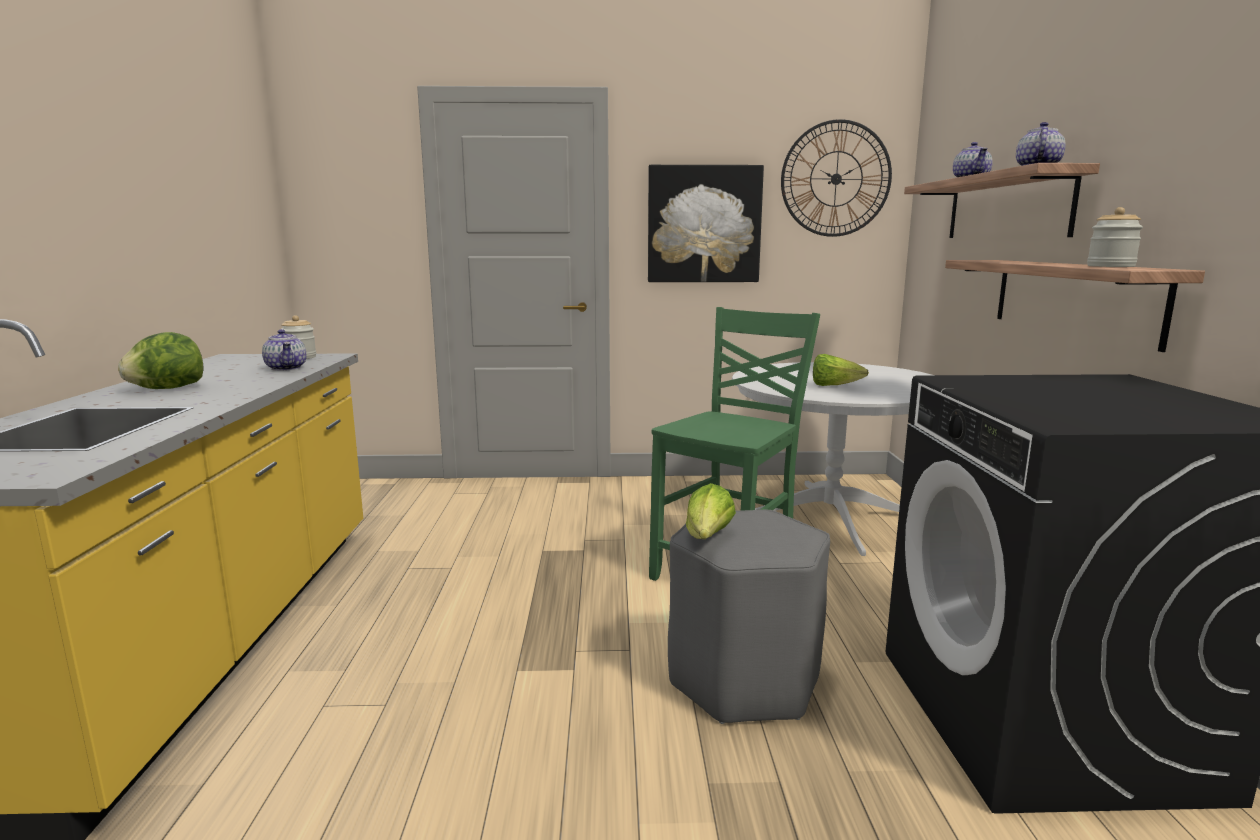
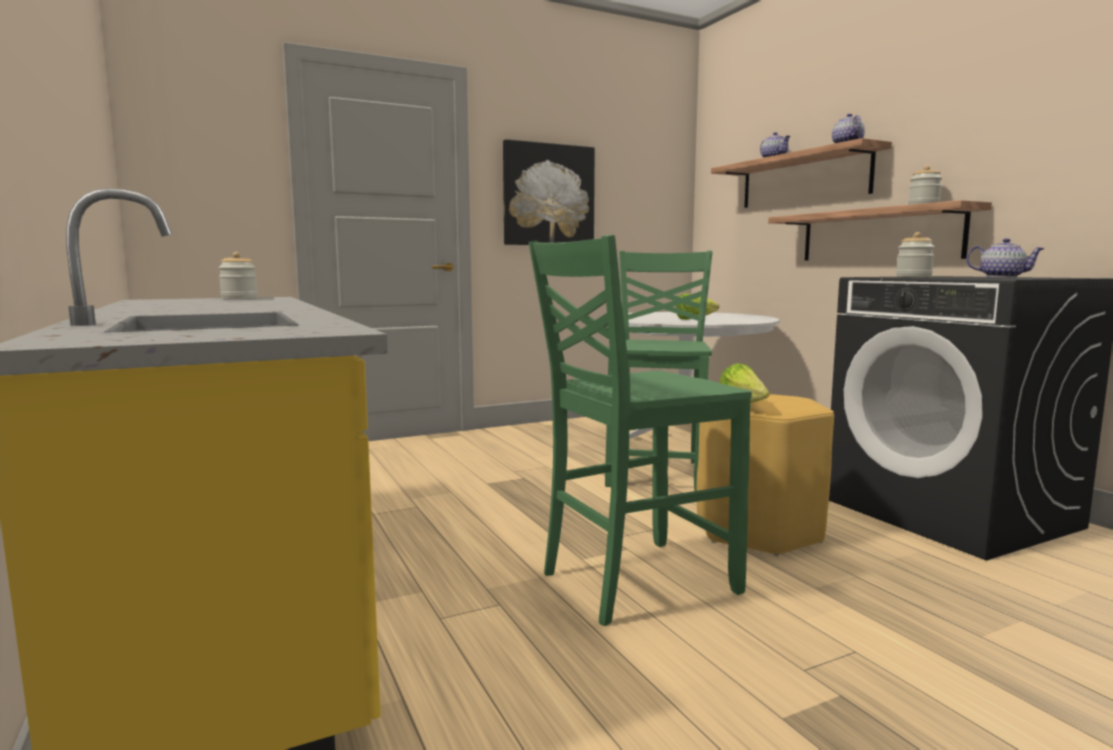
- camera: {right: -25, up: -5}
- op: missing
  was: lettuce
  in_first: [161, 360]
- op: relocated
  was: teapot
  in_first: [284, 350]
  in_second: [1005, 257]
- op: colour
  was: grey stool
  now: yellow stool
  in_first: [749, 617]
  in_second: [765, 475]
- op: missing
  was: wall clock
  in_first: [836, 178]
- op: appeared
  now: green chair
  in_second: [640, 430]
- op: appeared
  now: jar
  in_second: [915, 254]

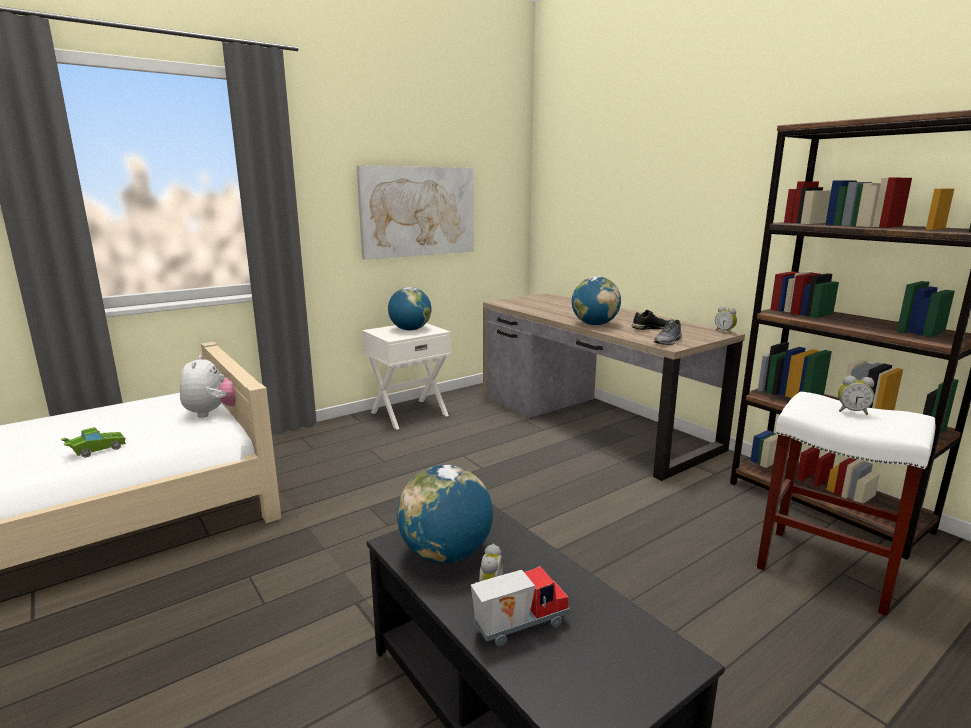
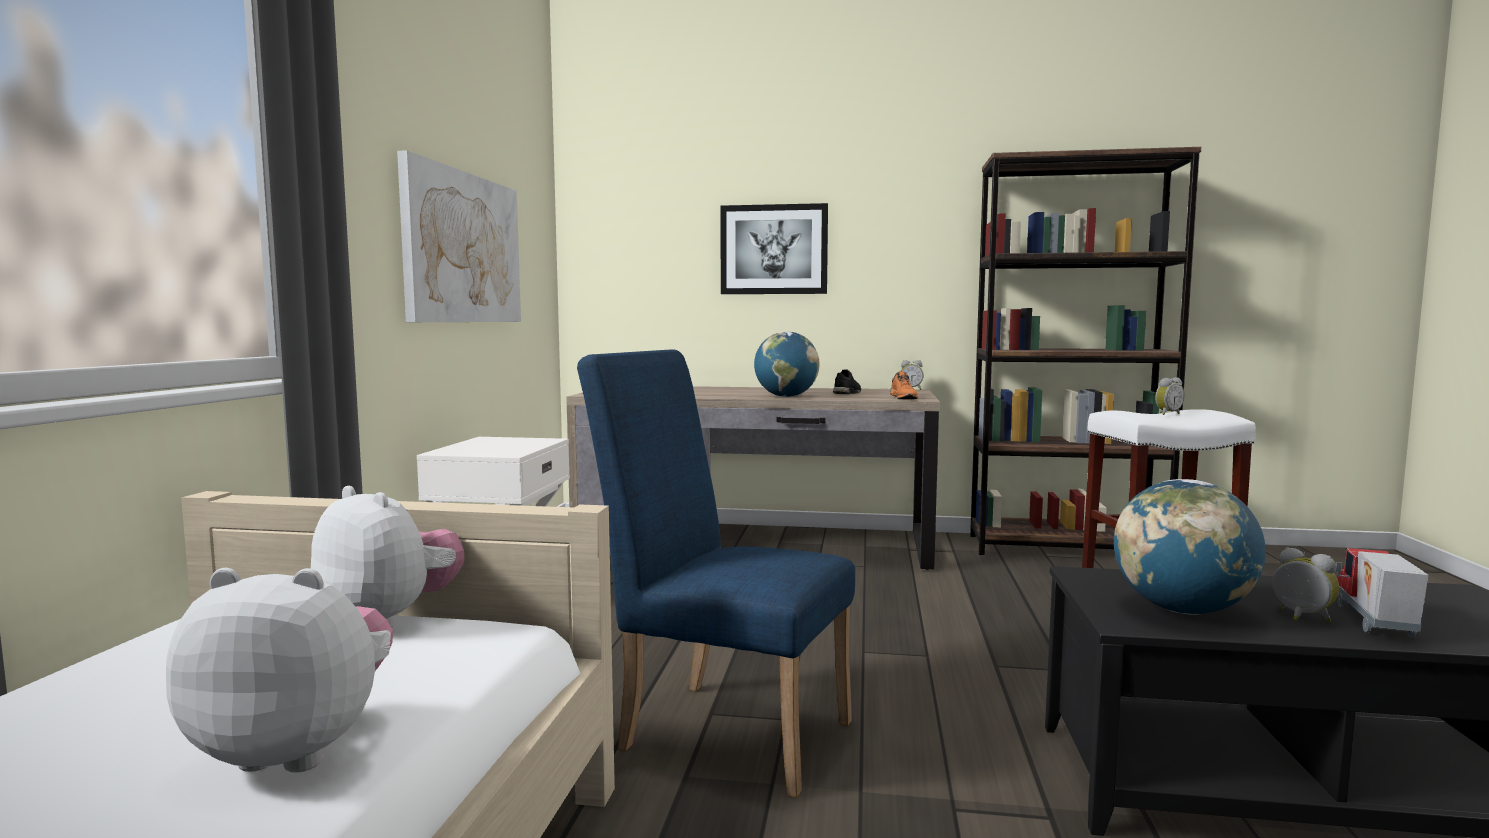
- camera: {right: -45, up: -10}
- op: exchanged
  was: green toy car
  now: plush toy
  in_first: [93, 442]
  in_second: [279, 670]
- op: missing
  was: globe
  in_first: [409, 309]
- op: colour
  was: grey shoe
  now: orange shoe
  in_first: [668, 332]
  in_second: [904, 385]
- op: appeared
  now: blue chair
  in_second: [716, 574]
- op: appeared
  now: picture
  in_second: [774, 248]

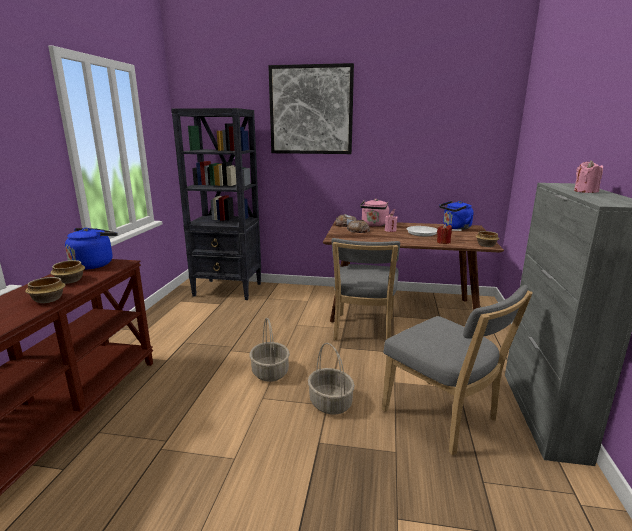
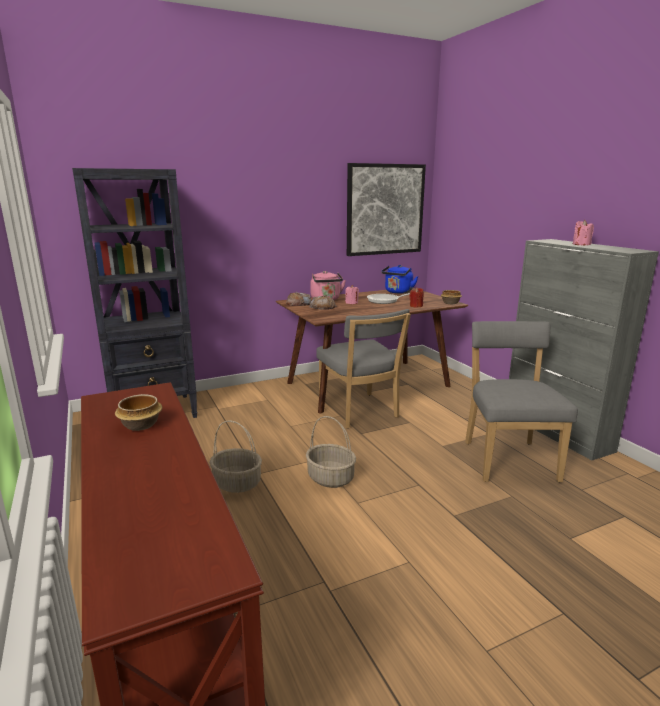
- camera: {right: -35, up: 0}
- op: missing
  was: bowl
  in_first: [45, 290]
- op: missing
  was: blue kettle
  in_first: [91, 248]
- op: relocated
  was: picture
  in_first: [311, 108]
  in_second: [386, 209]
- op: relocated
  was: basket
  in_first: [331, 379]
  in_second: [235, 456]
- op: spun
  was: grey chair
  in_first: [457, 370]
  in_second: [521, 401]
  clockwise: -105

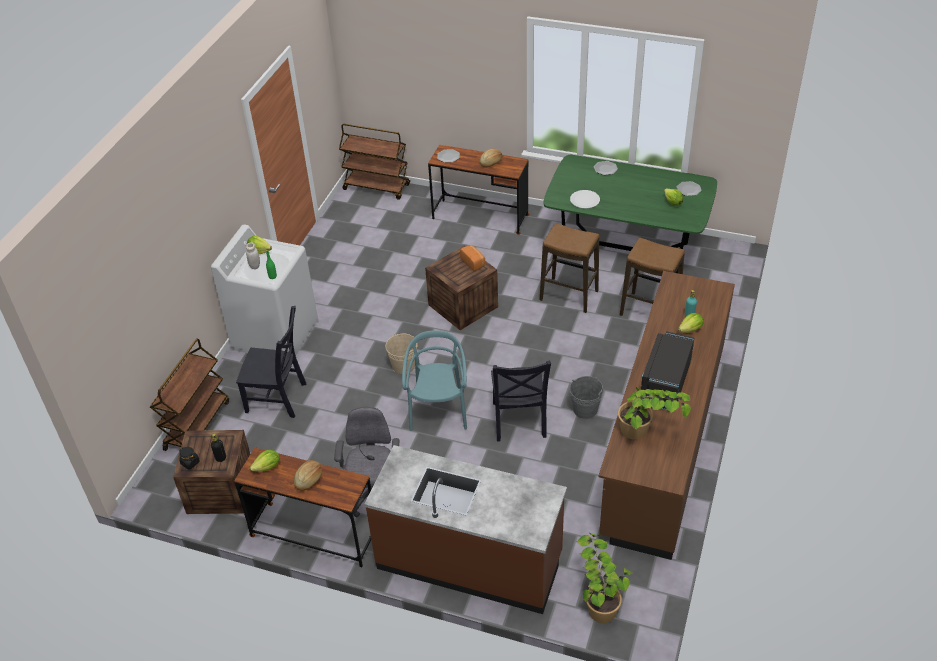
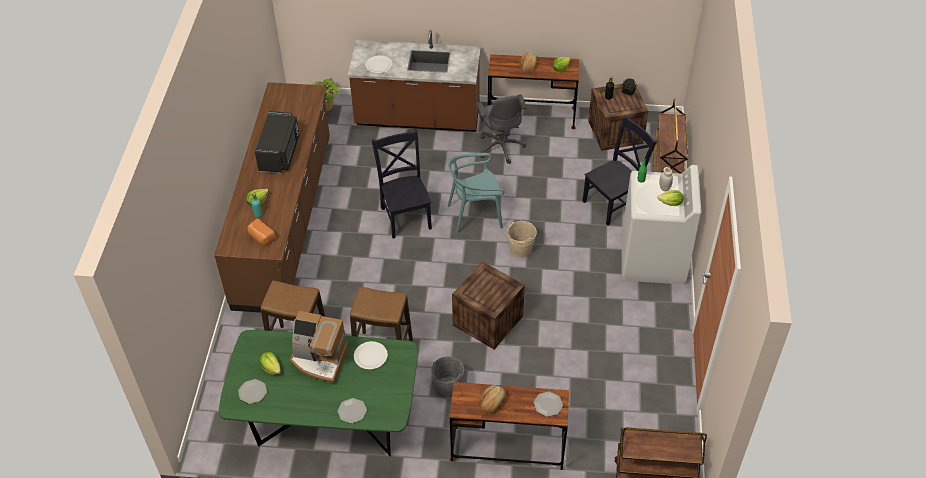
- camera: {right: 165, up: 5}
- op: spun
  was: black chair
  in_first: [271, 362]
  in_second: [619, 170]
  clockwise: 150
- op: spun
  was: turquoise chair
  in_first: [434, 381]
  in_second: [476, 193]
  clockwise: 90
- op: relocated
  was: bread
  in_first: [472, 258]
  in_second: [261, 232]
- op: relocated
  was: grey bucket
  in_first: [586, 397]
  in_second: [448, 376]
- op: missing
  was: potted plant
  in_first: [654, 413]
- op: appeared
  now: coffee machine
  in_second: [319, 347]
- op: appeared
  now: white plate
  in_second: [379, 64]

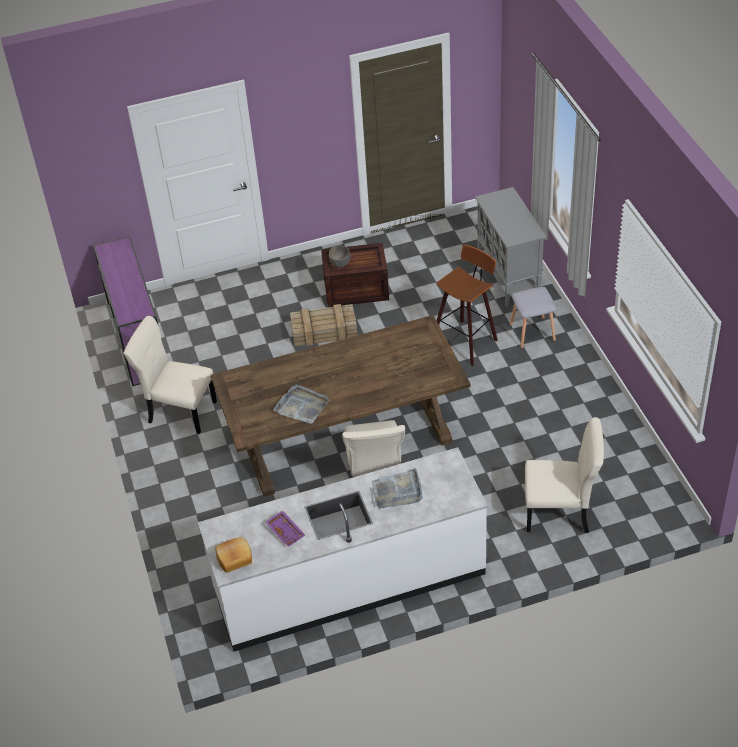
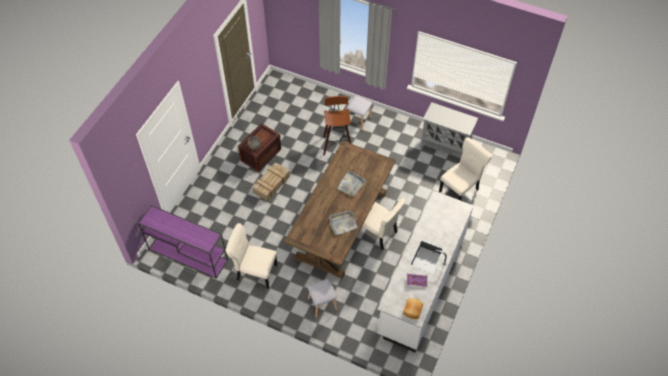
- camera: {right: -50, up: 10}
- op: spun
  was: beige chair
  in_first: [170, 375]
  in_second: [251, 256]
  clockwise: 45
- op: relocated
  was: grey tray
  in_first: [397, 488]
  in_second: [351, 183]
- op: relocated
  was: grey cabinet
  in_first: [510, 247]
  in_second: [449, 130]
- op: appeared
  now: grey stool
  in_second: [323, 298]

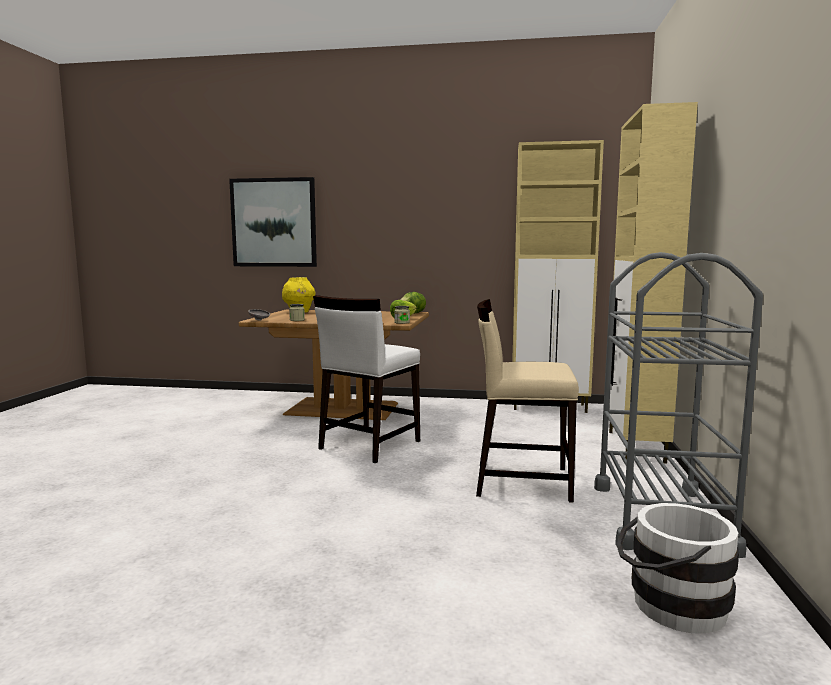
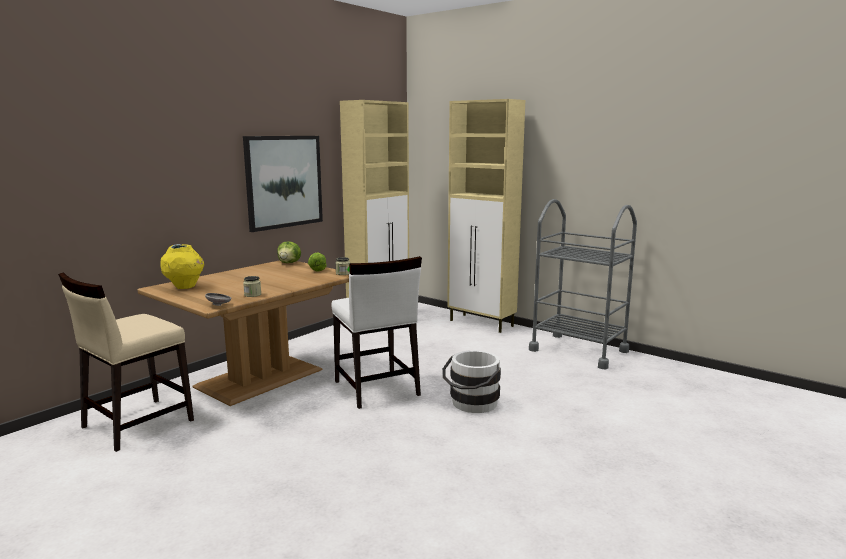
- camera: {right: -60, up: 5}
- op: relocated
  was: picture
  in_first: [273, 222]
  in_second: [283, 184]
- op: relocated
  was: beige chair
  in_first: [527, 401]
  in_second: [126, 362]
- op: relocated
  was: white bucket
  in_first: [677, 568]
  in_second: [472, 381]

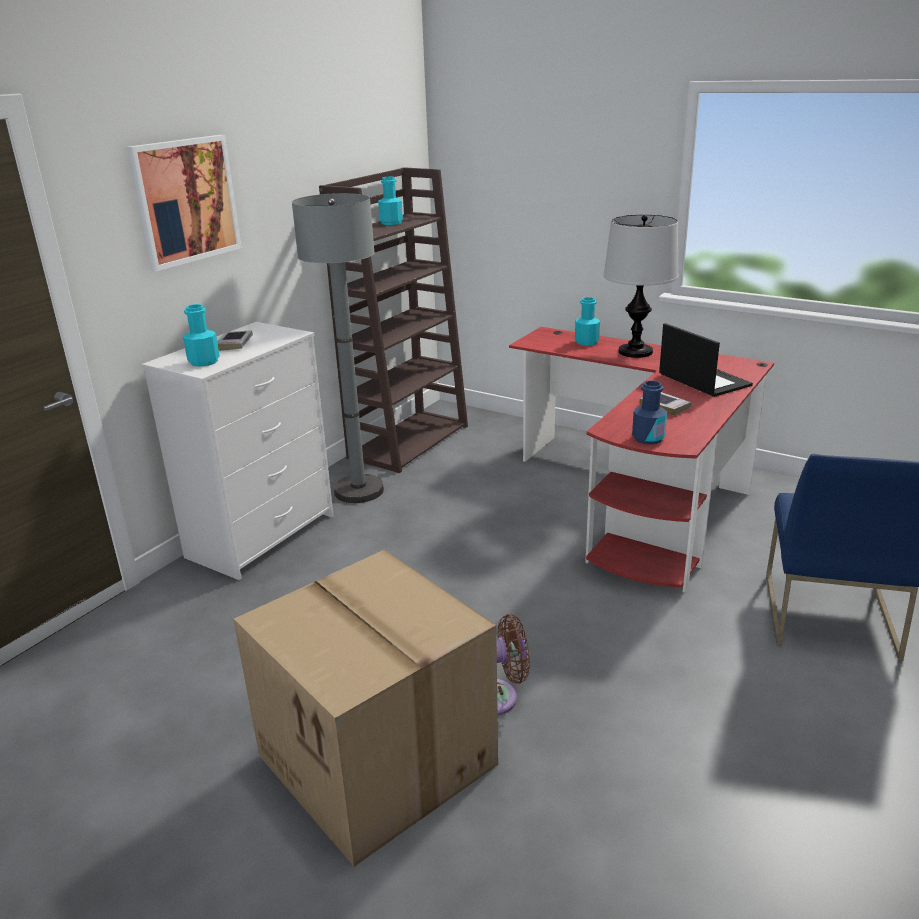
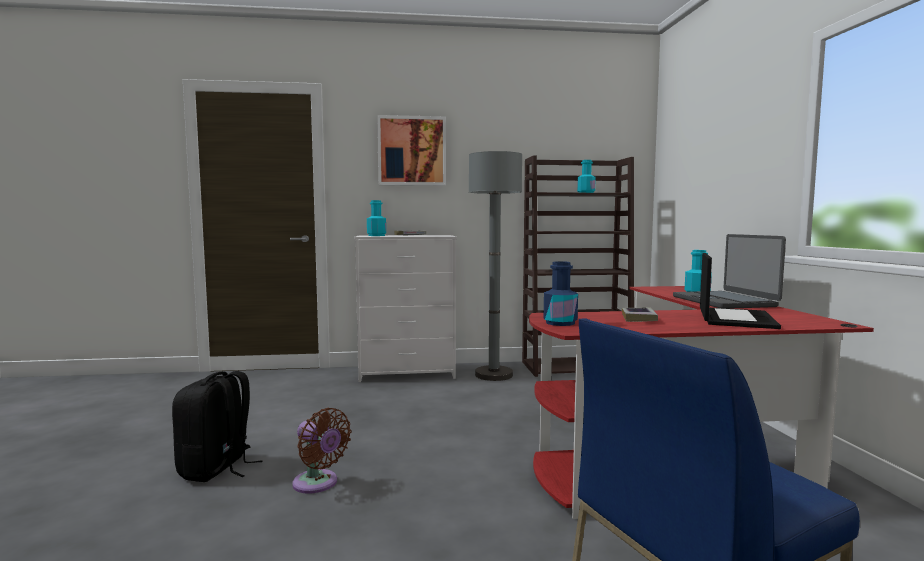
- camera: {right: 50, up: -20}
- op: exchanged
  was: cardboard box
  now: black backpack
  in_first: [366, 708]
  in_second: [217, 426]
- op: exchanged
  was: table lamp
  now: laptop
  in_first: [641, 286]
  in_second: [729, 271]

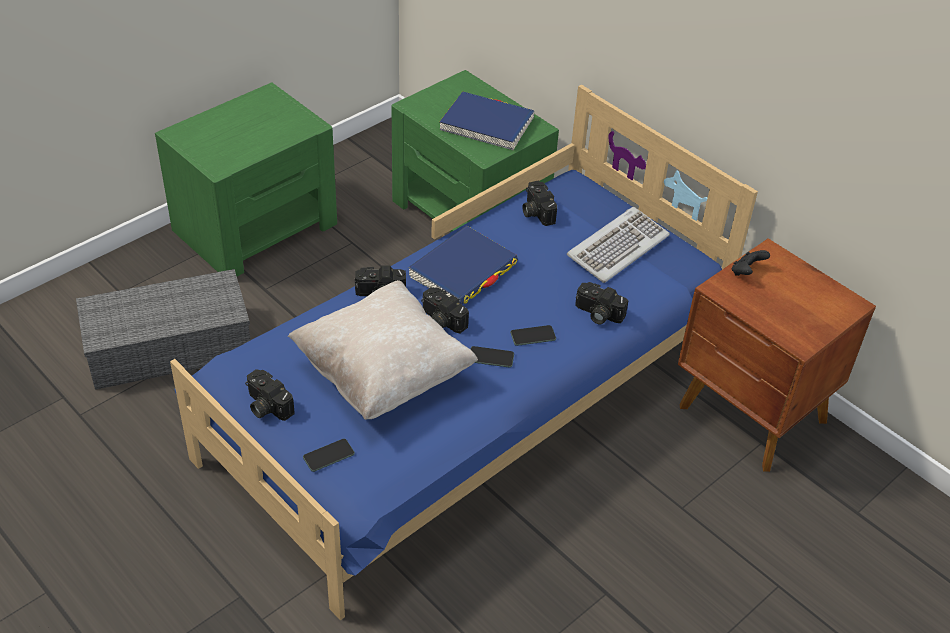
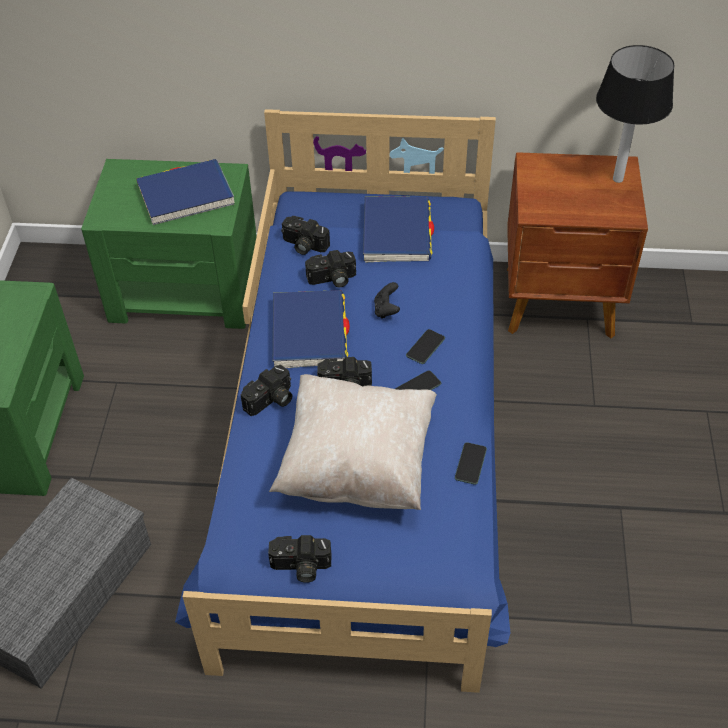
- camera: {right: -40, up: 5}
- op: relocated
  was: phone
  in_first: [329, 455]
  in_second: [471, 464]
- op: exchanged
  was: keyboard
  now: blue book
  in_first: [618, 245]
  in_second: [398, 229]
- op: relocated
  was: photo camera
  in_first: [601, 303]
  in_second: [330, 268]
- op: relocated
  was: black game controller
  in_first: [751, 263]
  in_second: [387, 300]
- op: appeared
  now: table lamp
  in_second: [635, 114]

